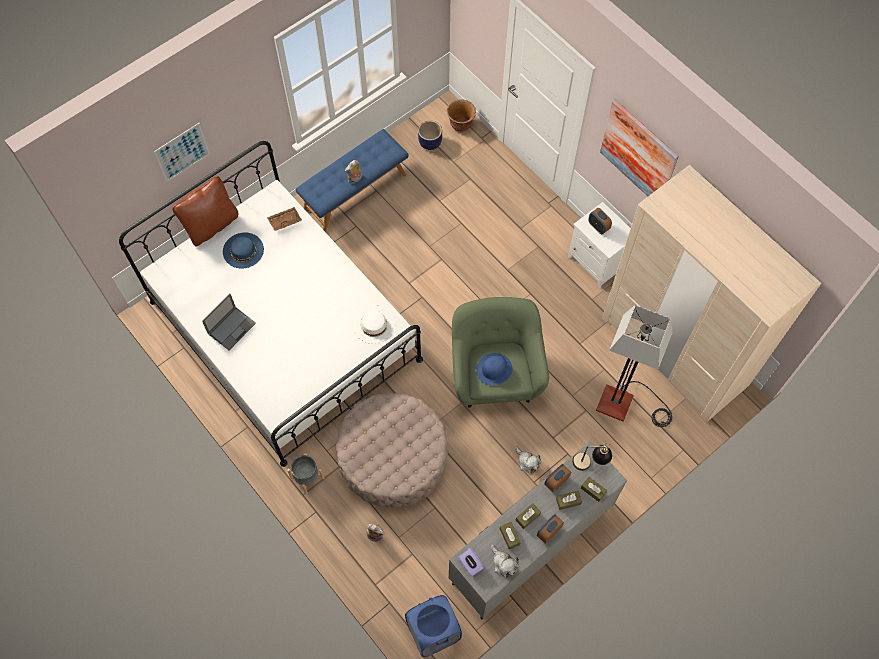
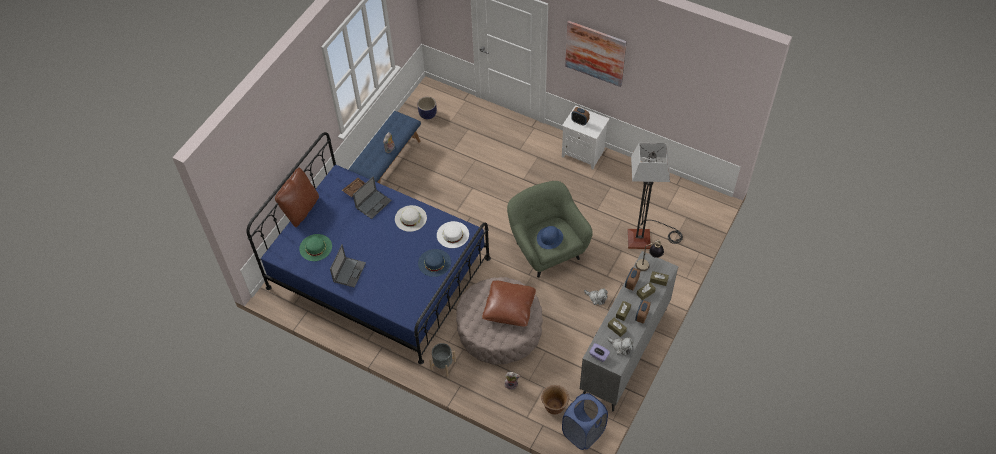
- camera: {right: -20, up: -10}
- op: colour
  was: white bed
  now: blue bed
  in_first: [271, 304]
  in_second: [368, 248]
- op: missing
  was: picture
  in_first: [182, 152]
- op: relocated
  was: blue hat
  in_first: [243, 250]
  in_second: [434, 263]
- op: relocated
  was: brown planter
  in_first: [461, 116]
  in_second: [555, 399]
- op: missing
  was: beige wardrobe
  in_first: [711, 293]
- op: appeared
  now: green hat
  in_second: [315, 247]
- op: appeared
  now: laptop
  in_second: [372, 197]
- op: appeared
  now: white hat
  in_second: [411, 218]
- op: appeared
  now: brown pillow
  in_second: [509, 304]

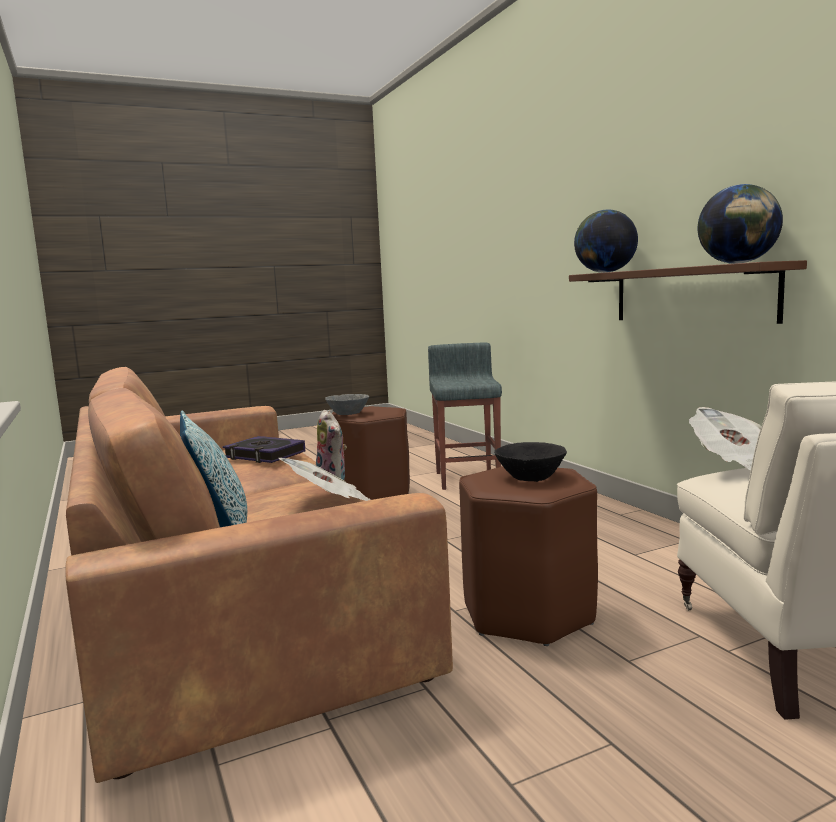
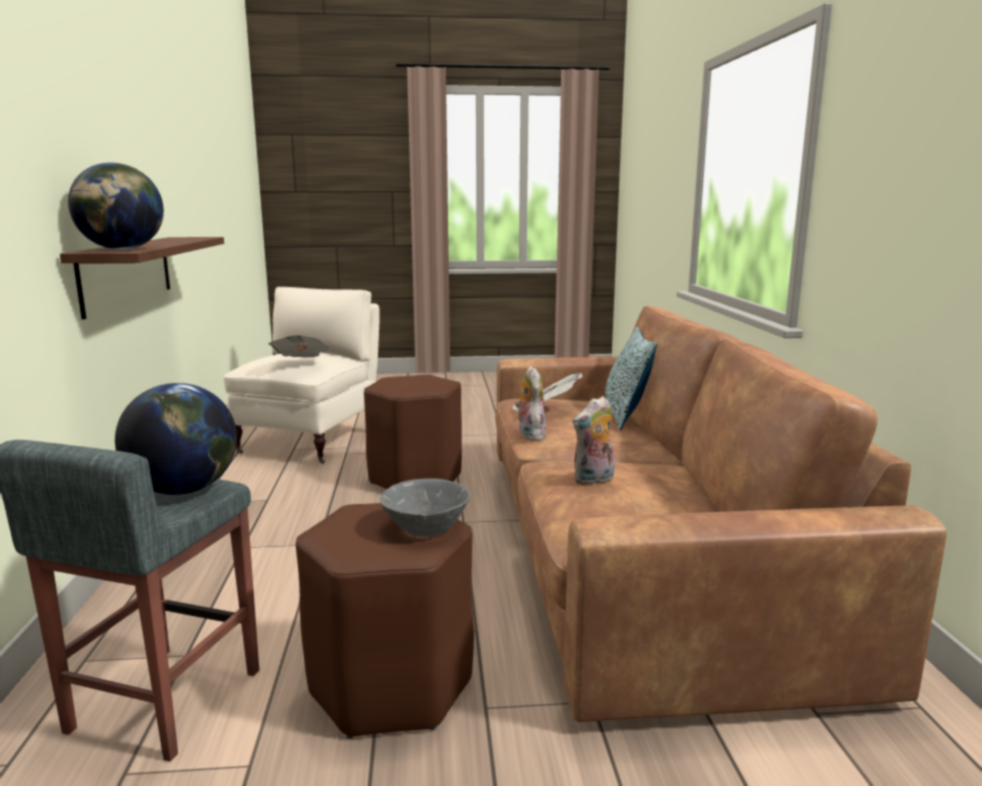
- camera: {right: -160, up: 5}
- op: exchanged
  was: book
  now: plush toy
  in_first: [264, 449]
  in_second: [593, 441]
- op: missing
  was: black bowl
  in_first: [530, 462]
- op: relocated
  was: globe
  in_first: [740, 224]
  in_second: [176, 439]

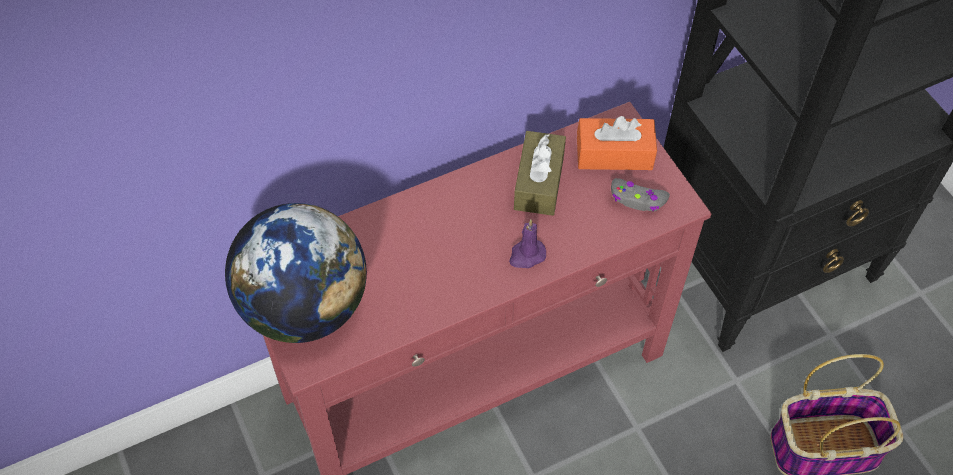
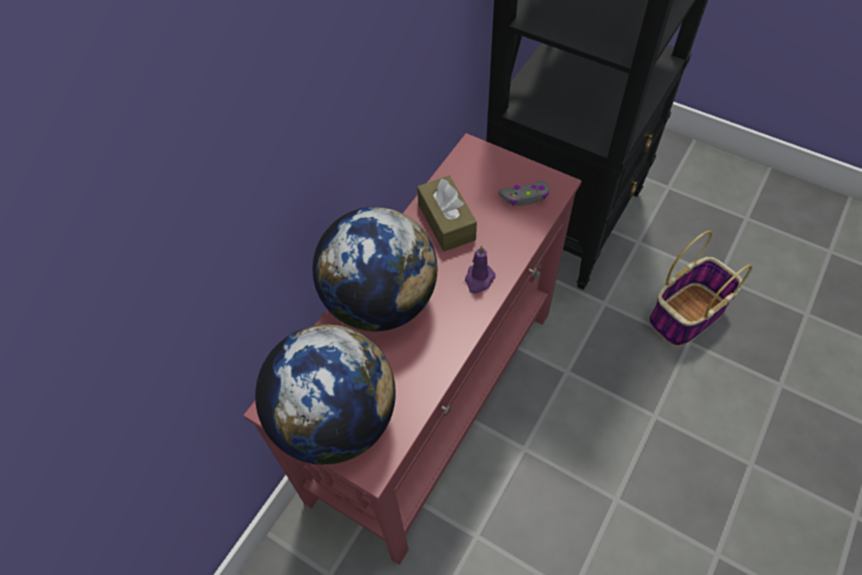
- camera: {right: -30, up: 0}
- op: missing
  was: orange tissue box
  in_first: [617, 143]
- op: appeared
  now: globe
  in_second: [375, 269]

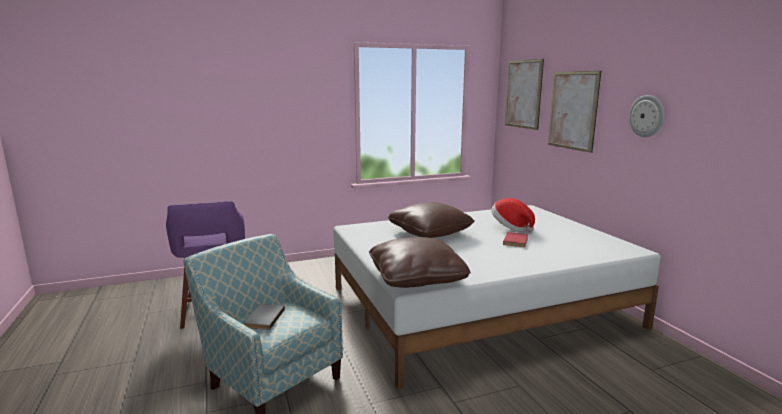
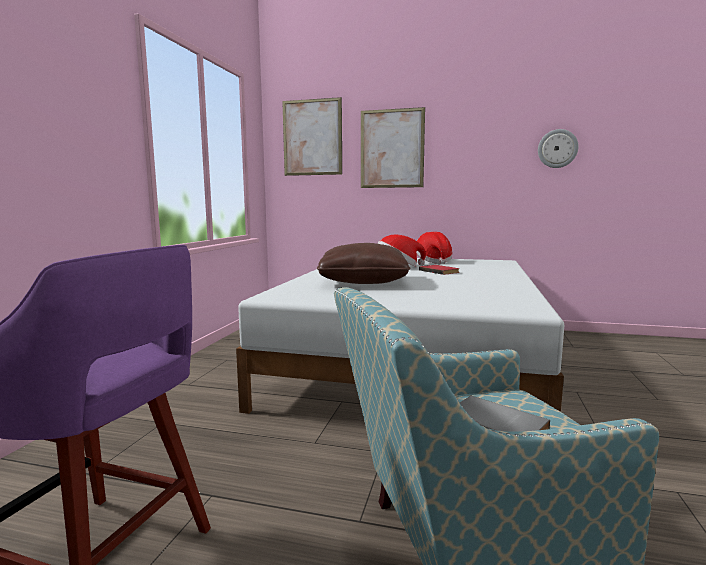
- camera: {right: -55, up: -5}
- op: missing
  was: brown pillow
  in_first: [420, 262]
- op: relocated
  was: wall clock
  in_first: [646, 116]
  in_second: [558, 148]
- op: appeared
  now: hat
  in_second: [434, 248]

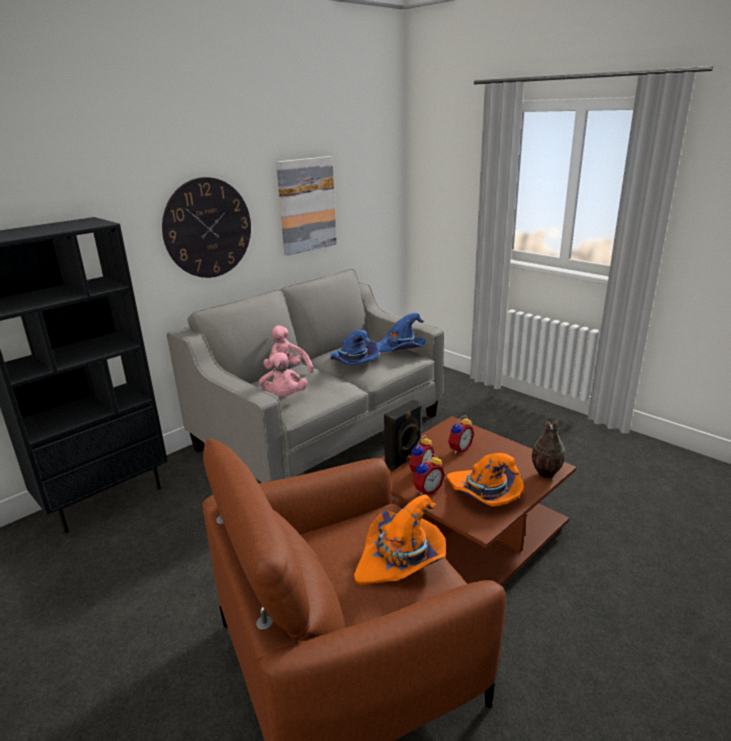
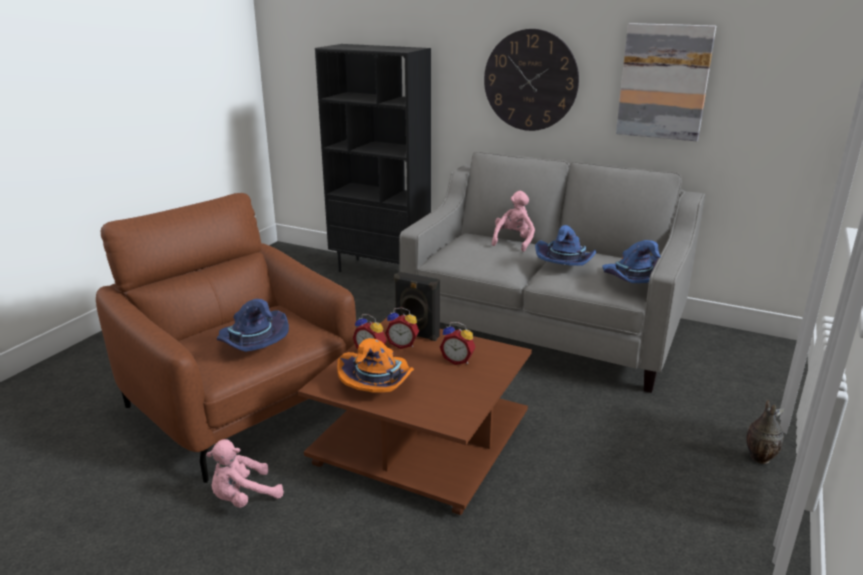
- camera: {right: 70, up: 0}
- op: relocated
  was: pink plush toy
  in_first: [283, 374]
  in_second: [245, 473]
- op: colour
  was: orange hat
  now: blue hat
  in_first: [400, 539]
  in_second: [253, 325]
- op: relocated
  was: vase
  in_first: [548, 450]
  in_second: [765, 432]

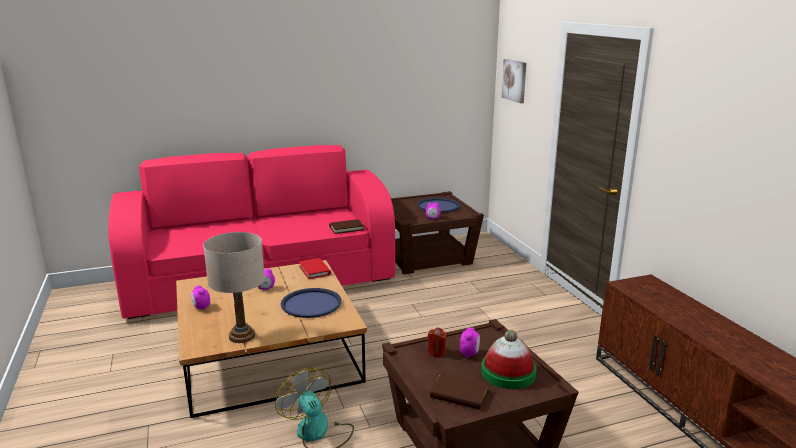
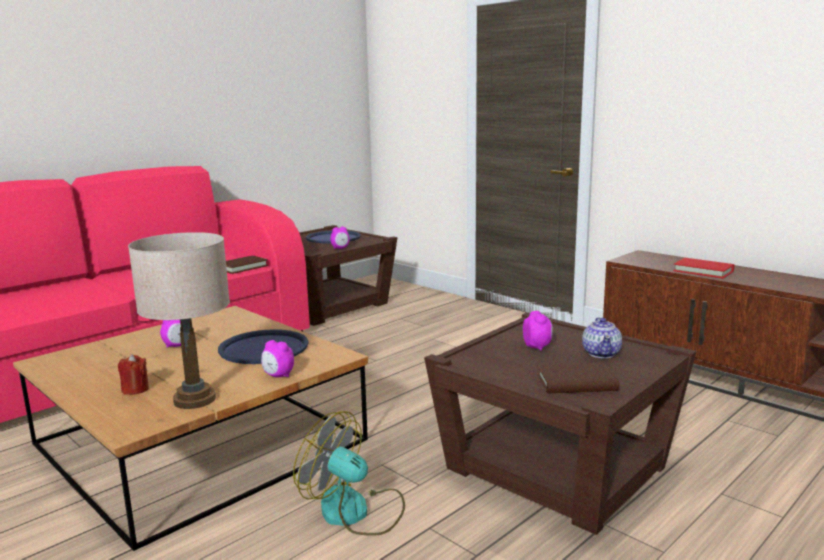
- camera: {right: -25, up: -5}
- op: relocated
  was: alarm clock
  in_first: [200, 298]
  in_second: [277, 358]
- op: relocated
  was: red book
  in_first: [315, 268]
  in_second: [703, 268]
- op: relocated
  was: red candle
  in_first: [437, 342]
  in_second: [133, 374]
- op: exchanged
  was: hat
  now: teapot
  in_first: [509, 359]
  in_second: [602, 337]
- op: missing
  was: picture
  in_first: [513, 81]

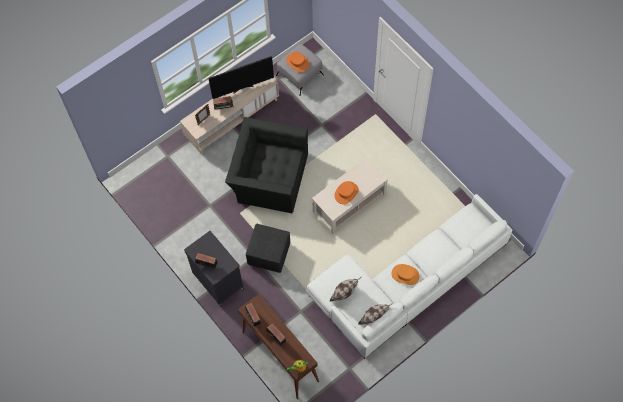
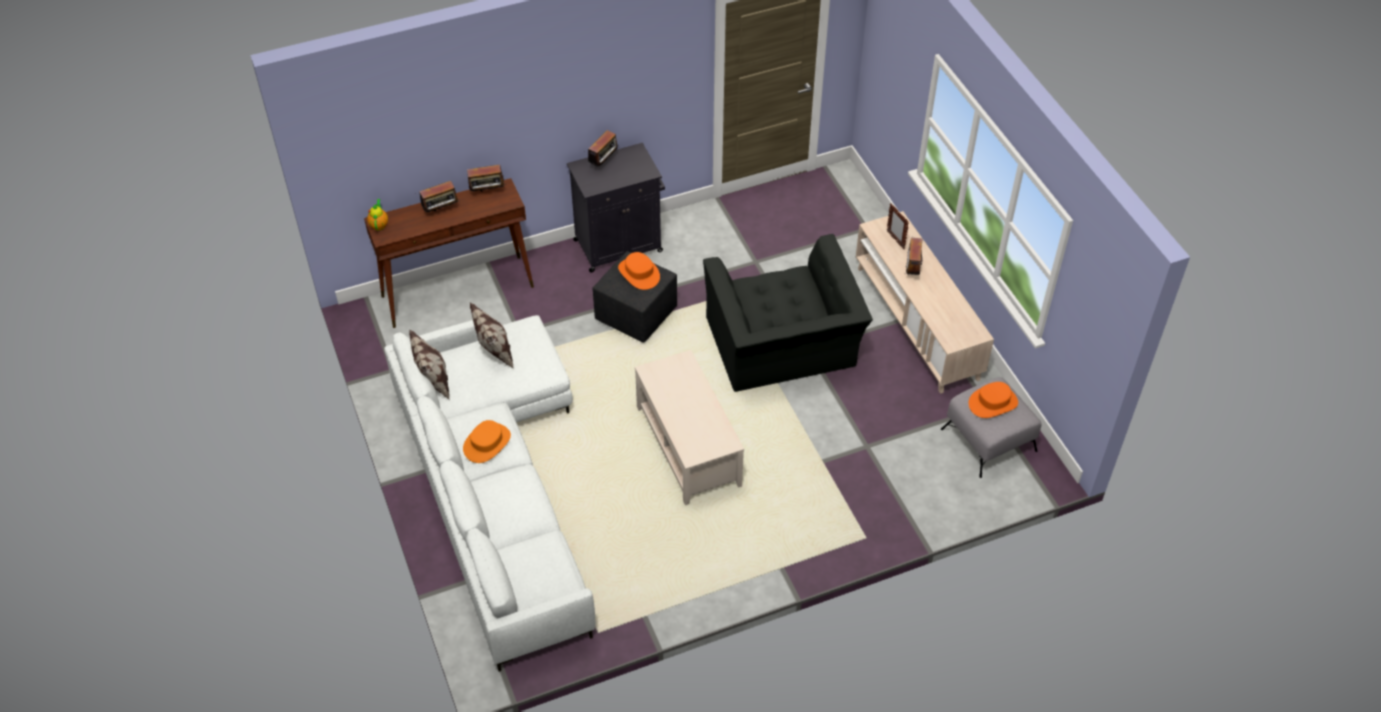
- camera: {right: 105, up: -15}
- op: missing
  was: television
  in_first: [241, 77]
- op: spun
  was: black armchair
  in_first: [266, 165]
  in_second: [788, 313]
  clockwise: 135
- op: relocated
  was: orange hat
  in_first: [346, 192]
  in_second: [639, 271]

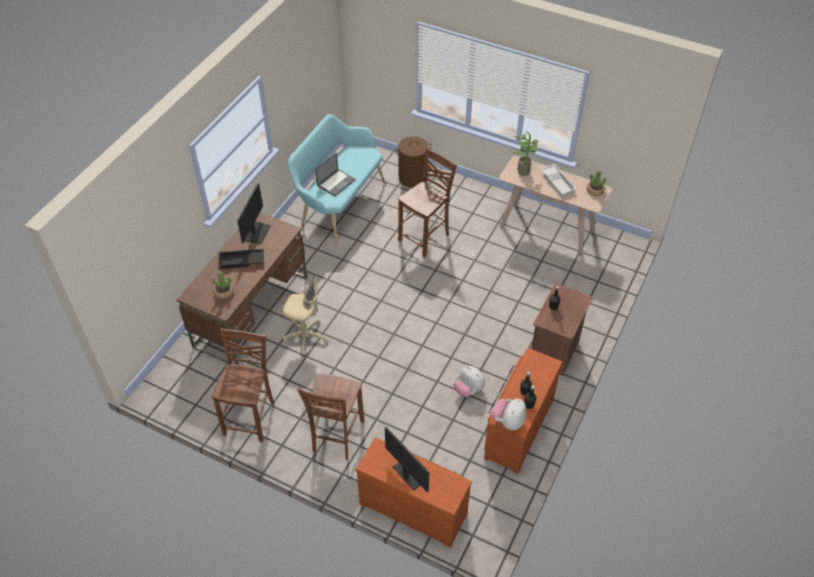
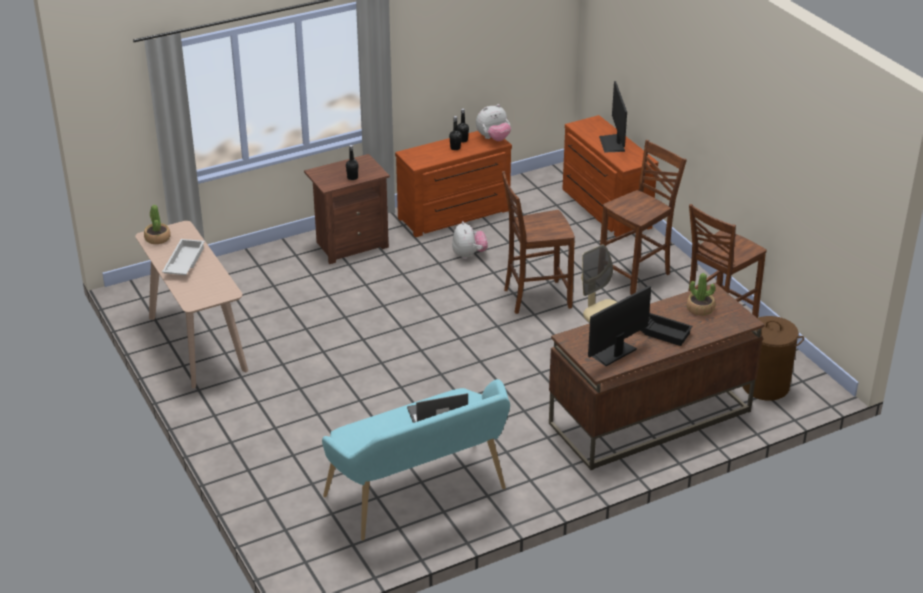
- camera: {right: -145, up: -15}
- op: relocated
  was: brown laundry basket
  in_first: [413, 162]
  in_second: [773, 358]
- op: relocated
  was: brown chair
  in_first: [427, 203]
  in_second: [538, 242]
- op: missing
  was: potted plant
  in_first: [526, 153]

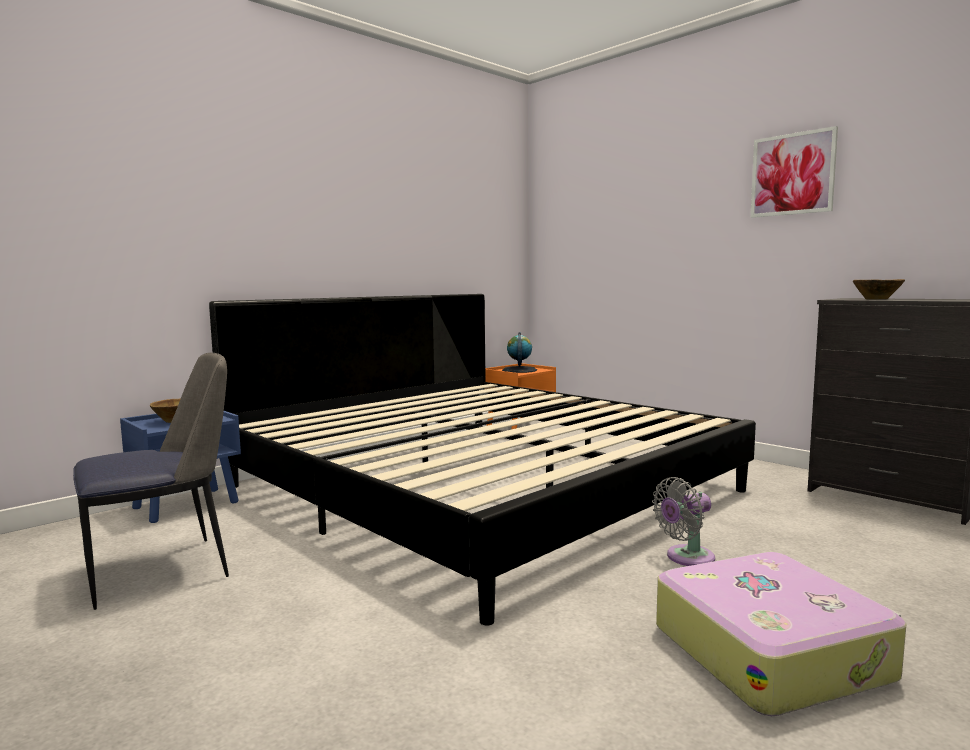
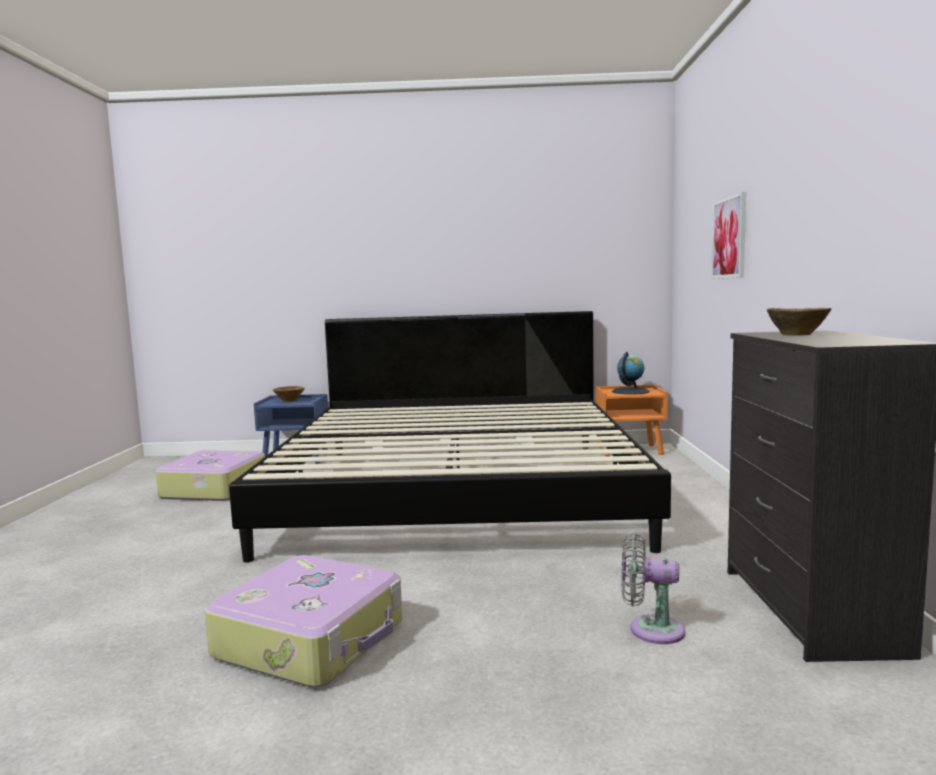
- camera: {right: 45, up: 0}
- op: exchanged
  was: chair
  now: suitcase
  in_first: [151, 481]
  in_second: [210, 475]
- op: relocated
  was: grey fan
  in_first: [683, 521]
  in_second: [653, 588]
- op: relocated
  was: picture
  in_first: [794, 172]
  in_second: [728, 235]

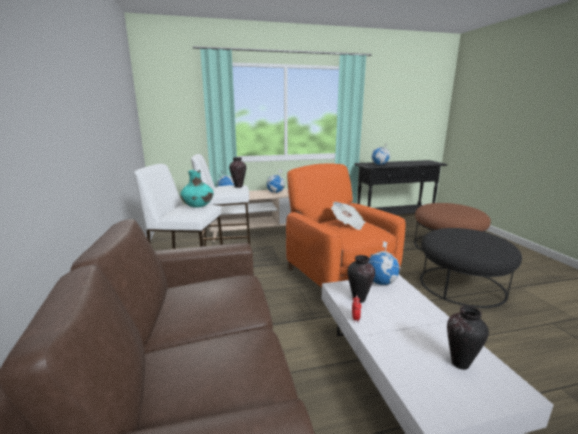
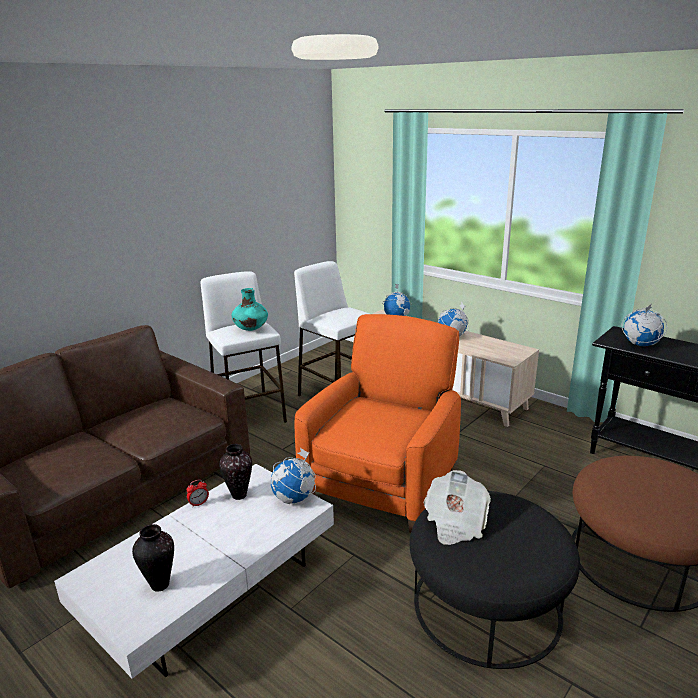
- camera: {right: 55, up: 5}
- op: missing
  was: vase
  in_first: [237, 172]
- op: relocated
  was: newspaper
  in_first: [348, 216]
  in_second: [457, 507]

